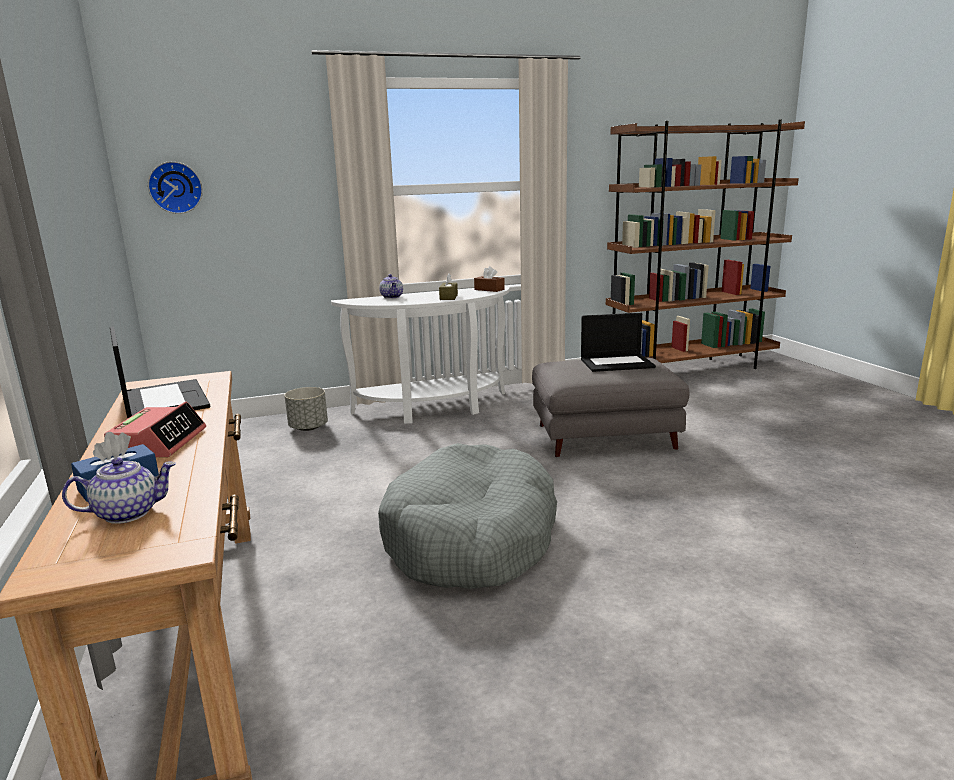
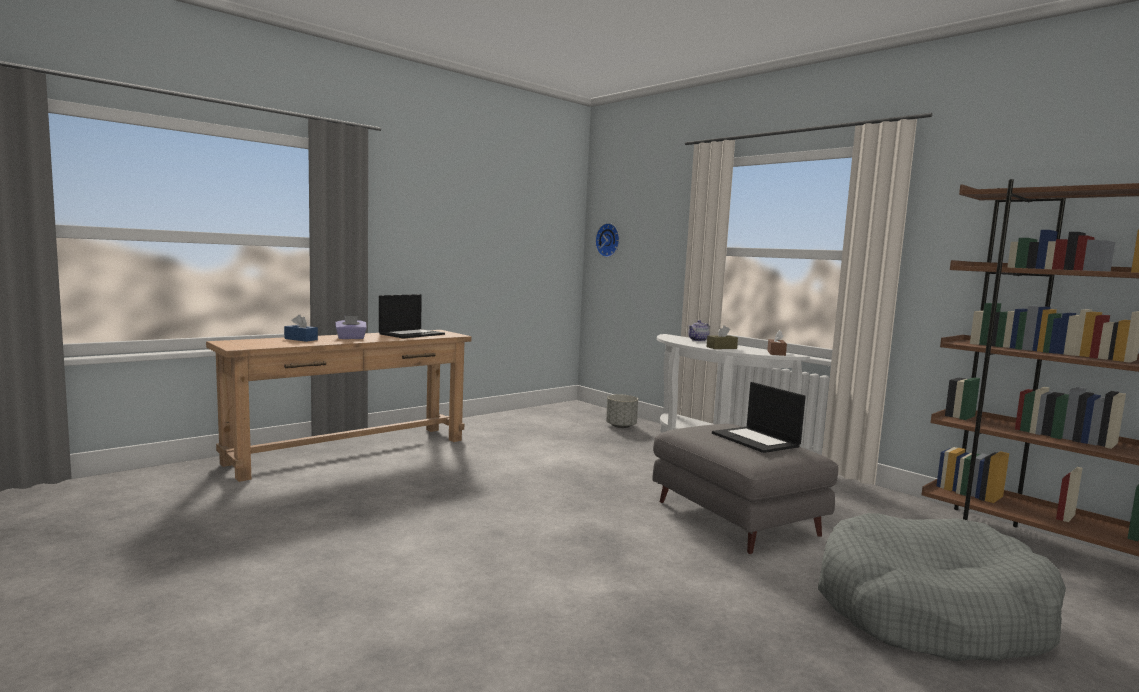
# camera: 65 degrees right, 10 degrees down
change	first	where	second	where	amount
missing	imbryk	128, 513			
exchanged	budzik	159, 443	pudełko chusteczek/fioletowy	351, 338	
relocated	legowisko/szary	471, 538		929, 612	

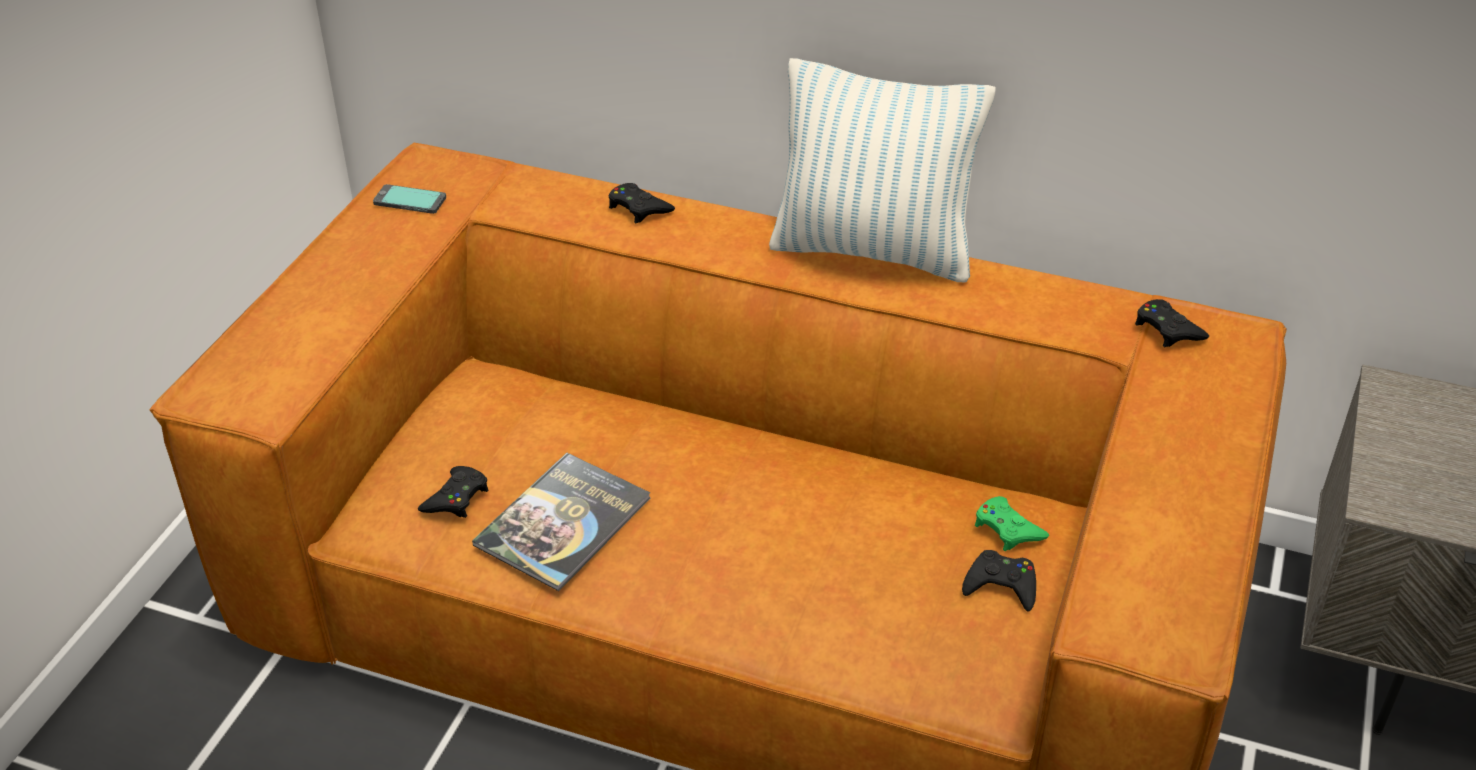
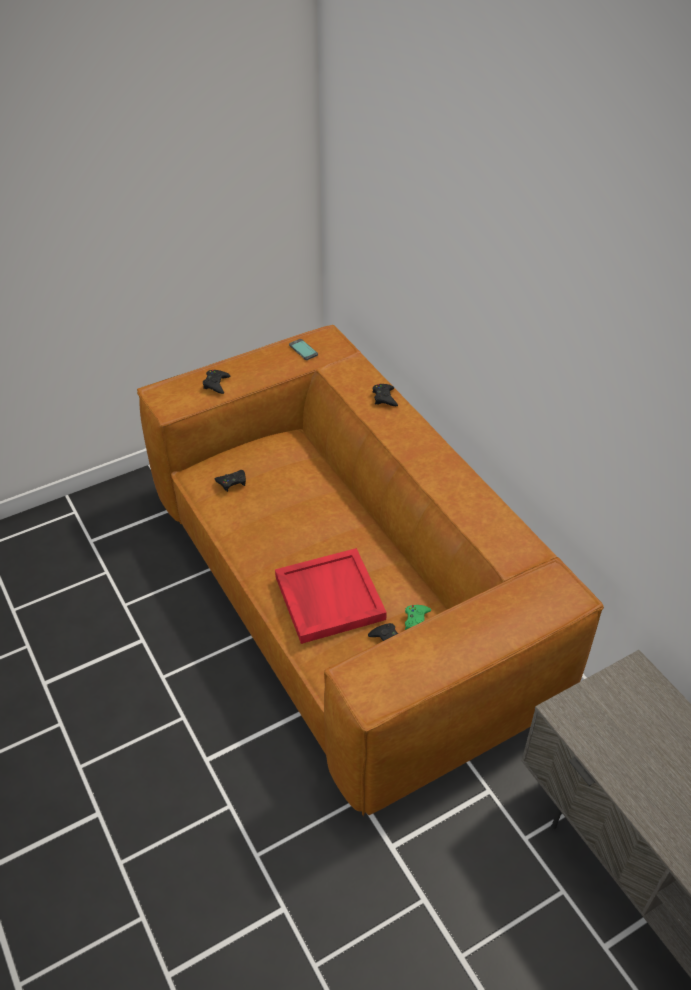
# camera: 40 degrees right, 5 degrees up
change	first	where	second	where	amount
missing	książka	563, 522			
missing	poduszka	873, 250			
relocated	pad do gier/czarny	1167, 329		216, 384	
appeared			taca/czerwony	328, 597	

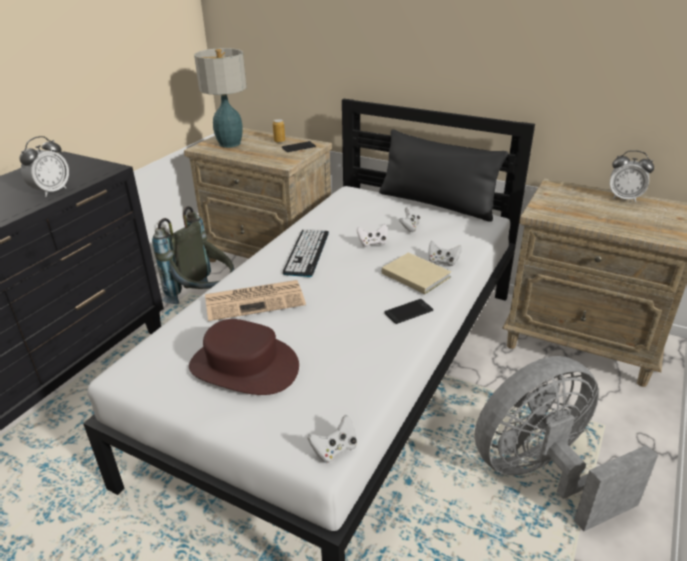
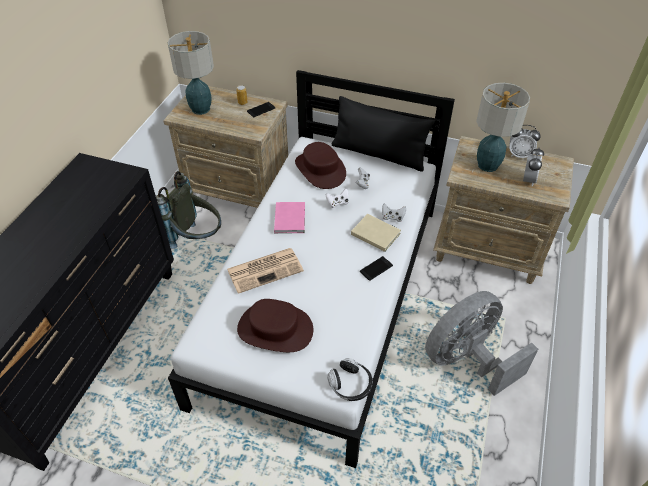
# camera: 10 degrees left, 15 degrees up
change	first	where	second	where	amount
relocated	budzik	51, 191		528, 180	
exchanged	klawiatura	307, 253	książka/różowy	290, 218	
exchanged	pad do gier/biały	334, 450	słuchawki	350, 385	
appeared			kapelusz/brązowy	320, 169	
appeared			lampa stołowa	488, 165	

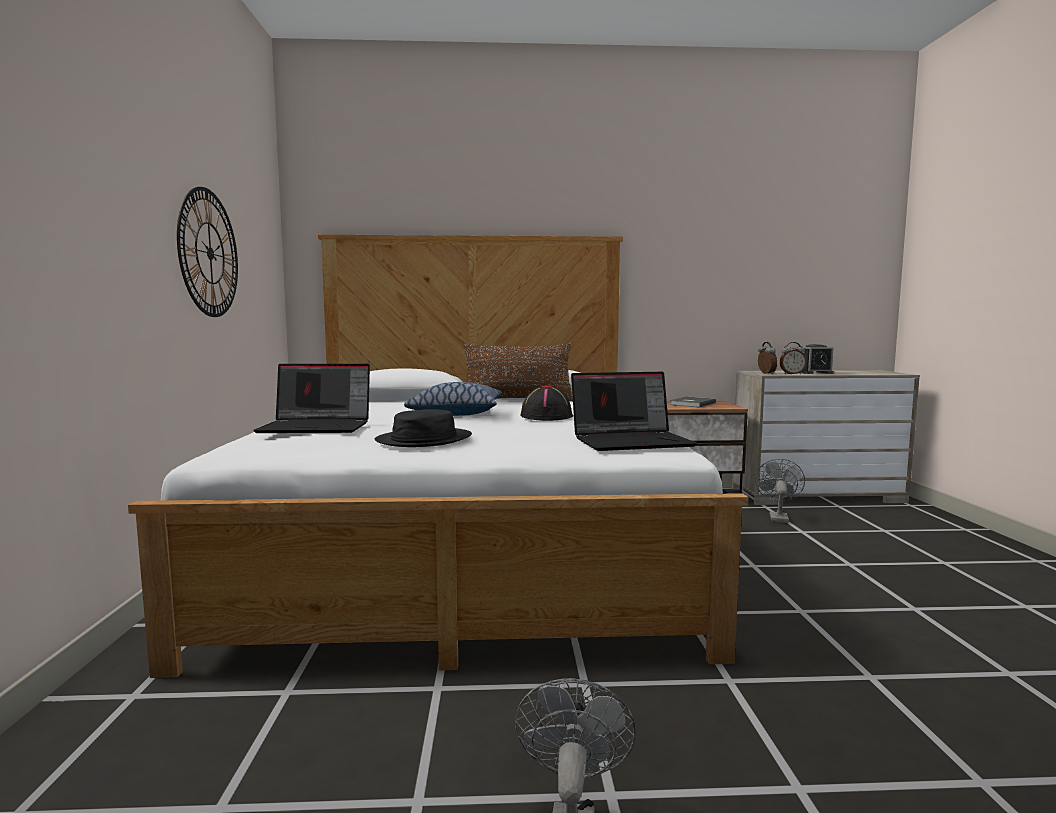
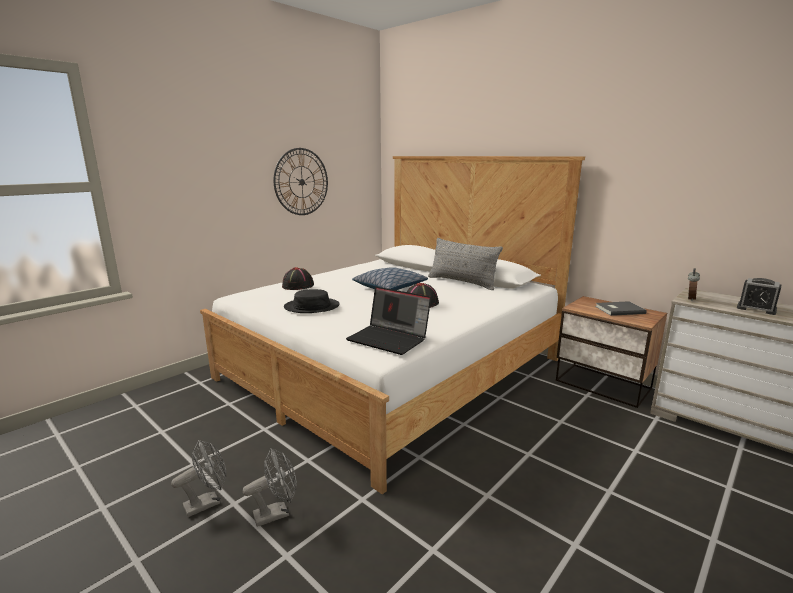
# camera: 45 degrees right, 10 degrees up
change	first	where	second	where	amount
exchanged	laptop	318, 427	kapelusz/czarny	298, 286	
colour	poduszka/brązowy	518, 401	poduszka/szary	462, 282	
relocated	wentylator/szary	777, 517		277, 513	
missing	budzik	791, 374			

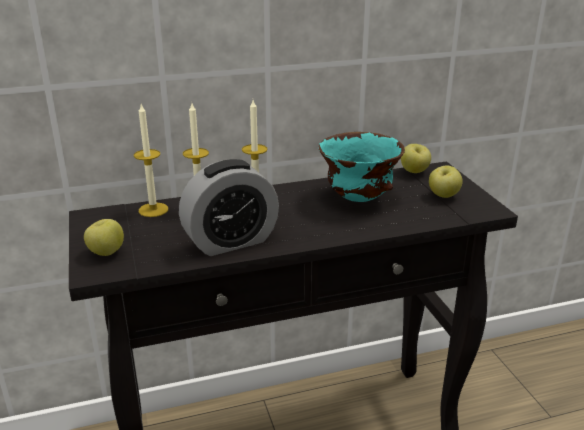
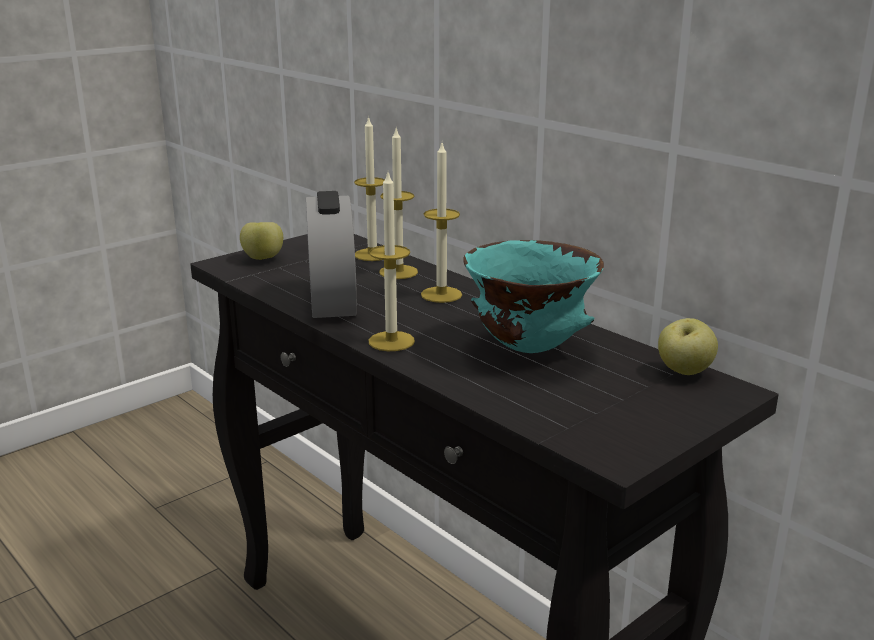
# camera: 65 degrees right, 5 degrees down
change	first	where	second	where	amount
spun	budzik	231, 241		333, 302	45 degrees clockwise
missing	jabłko	443, 196			
appeared			świeca	391, 341	

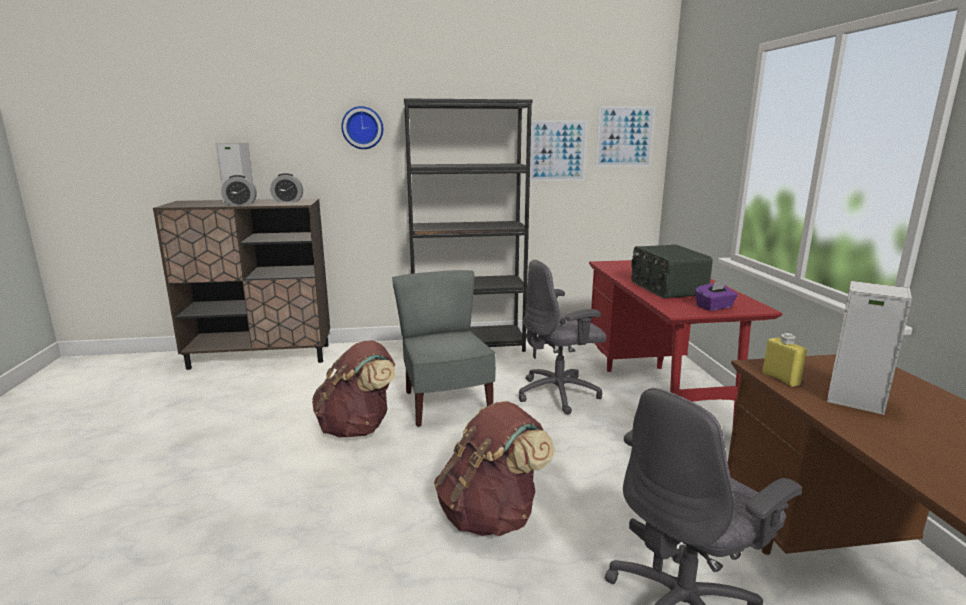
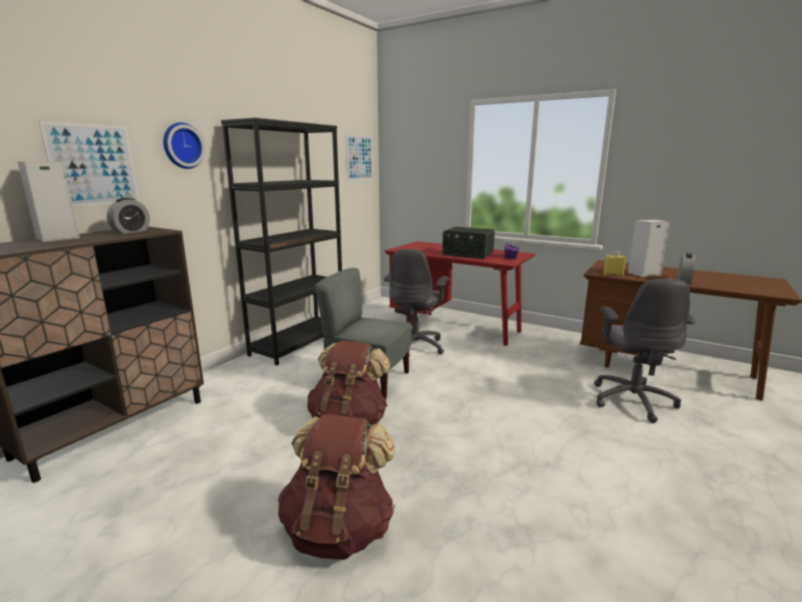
# camera: 50 degrees left, 0 degrees up
change	first	where	second	where	amount
relocated	budzik	240, 204		683, 281	
relocated	plecak/brązowy	491, 515		339, 529	
relocated	obraz	557, 151		93, 165	

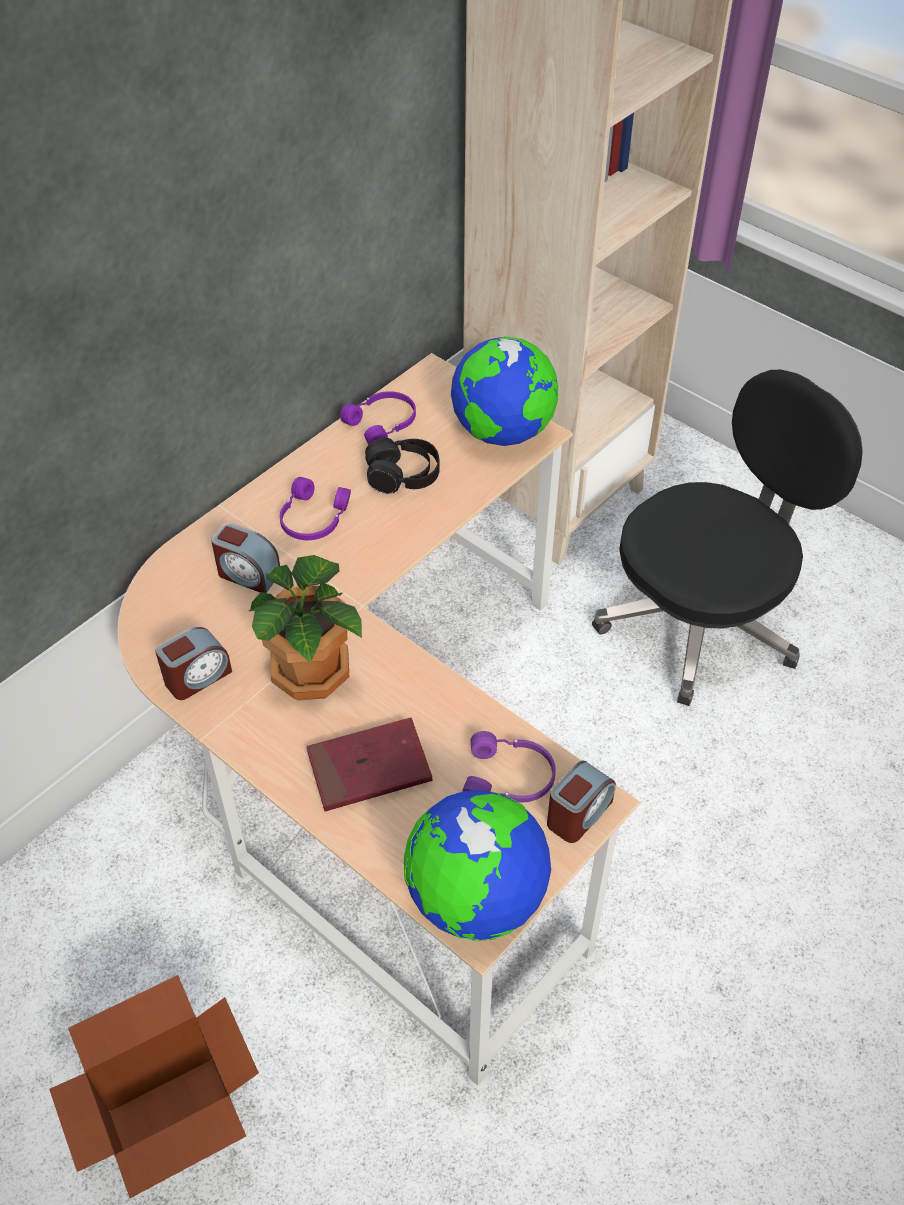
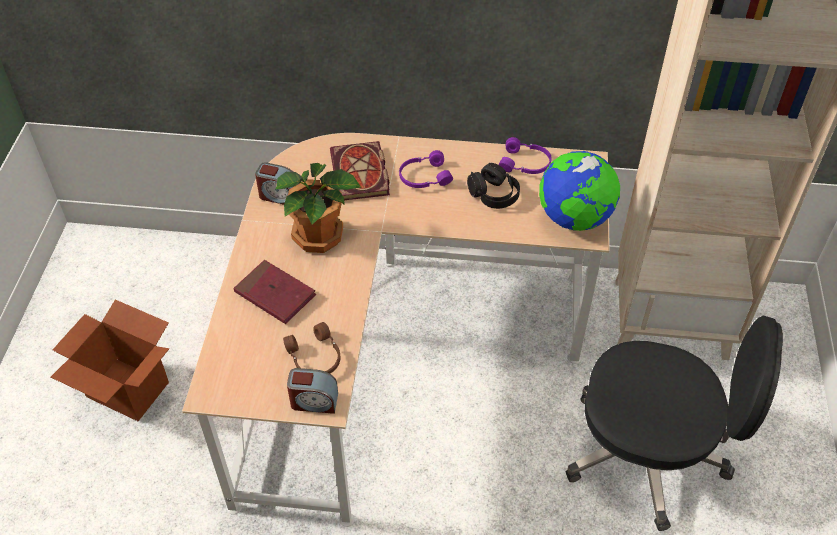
# camera: 55 degrees right, 0 degrees up
change	first	where	second	where	amount
exchanged	budzik	248, 574	książka	361, 175	
missing	globus	475, 899			
colour	słuchawki/fioletowy	510, 778	słuchawki/brązowy	314, 358	

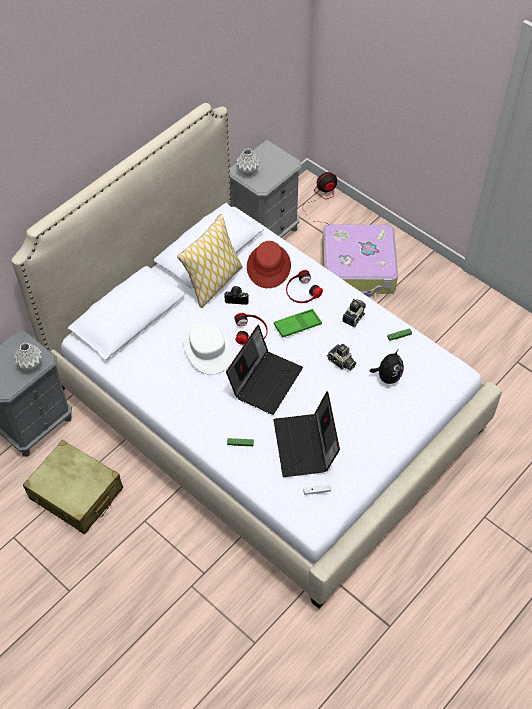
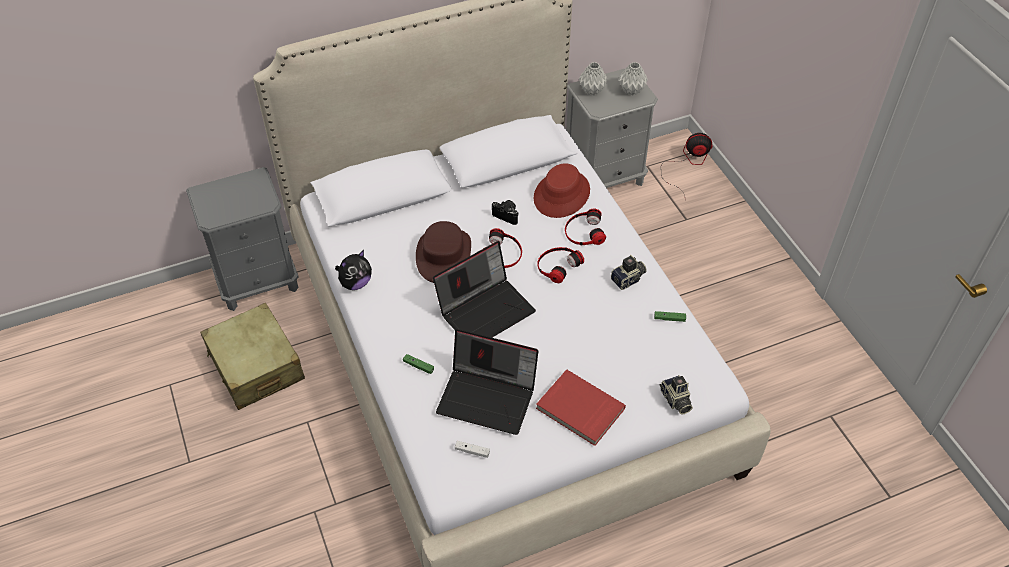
# camera: 25 degrees right, 5 degrees down
change	first	where	second	where	amount
relocated	wazon/szary	30, 364		631, 90	
missing	poduszka	213, 283			
colour	kapelusz/biały	207, 349	kapelusz/brązowy	443, 255	
exchanged	taca/zielony	297, 325	słuchawki	557, 265	
spun	laptop	306, 446		488, 397	90 degrees counterclockwise
missing	walizka	358, 268			
relocated	aparat fotograficzny	341, 362		675, 401	
relocated	pluszak	387, 377		355, 283	
appeared			książka/czerwony	579, 410	

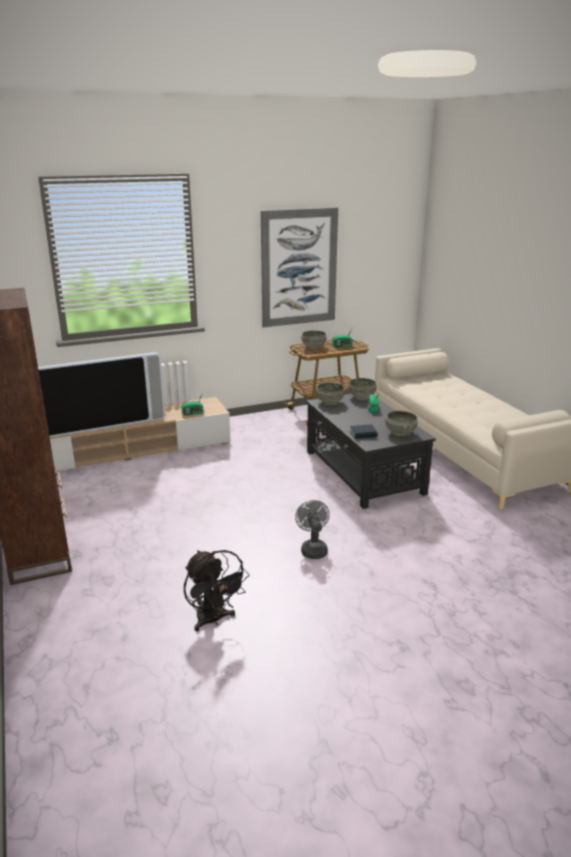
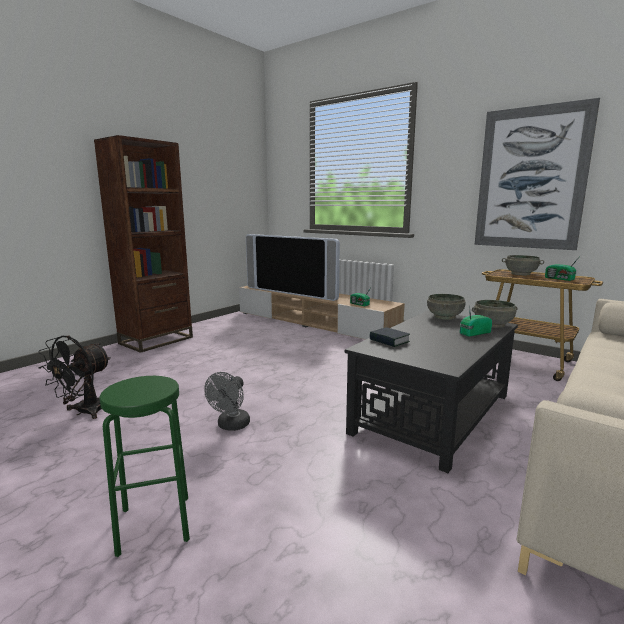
# camera: 60 degrees right, 10 degrees down
change	first	where	second	where	amount
spun	wentylator/szary	313, 549		231, 426	150 degrees clockwise
missing	miska/szary	400, 432			
appeared			stołek/zielony	154, 524	

